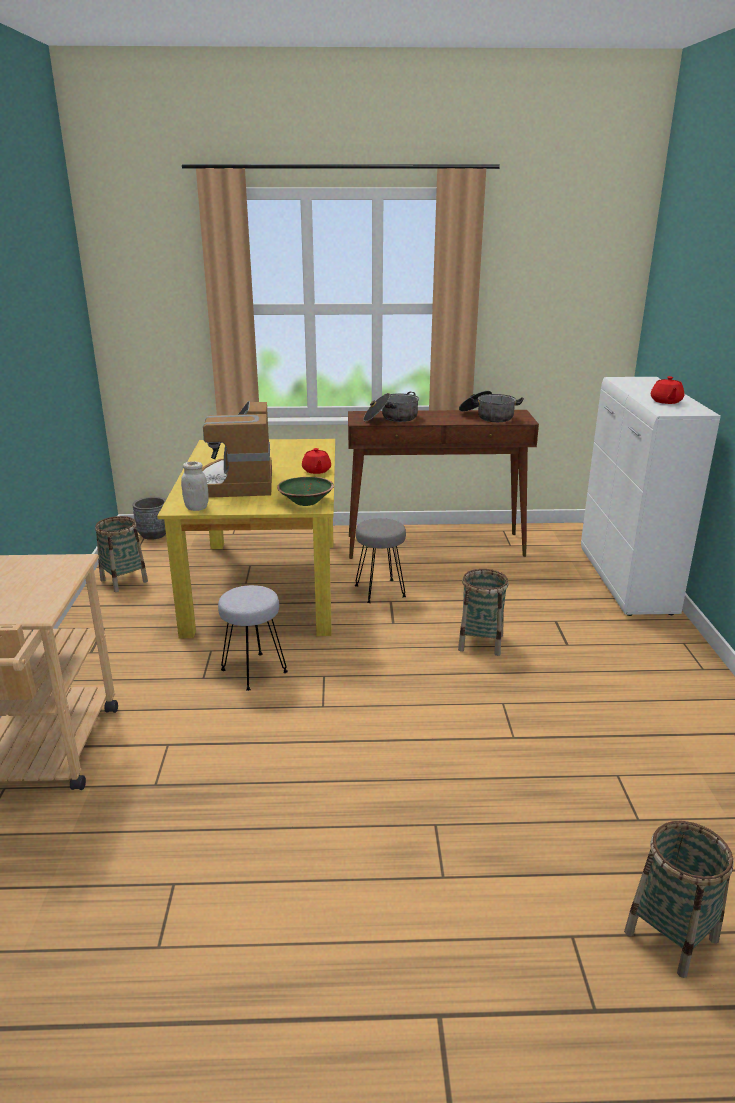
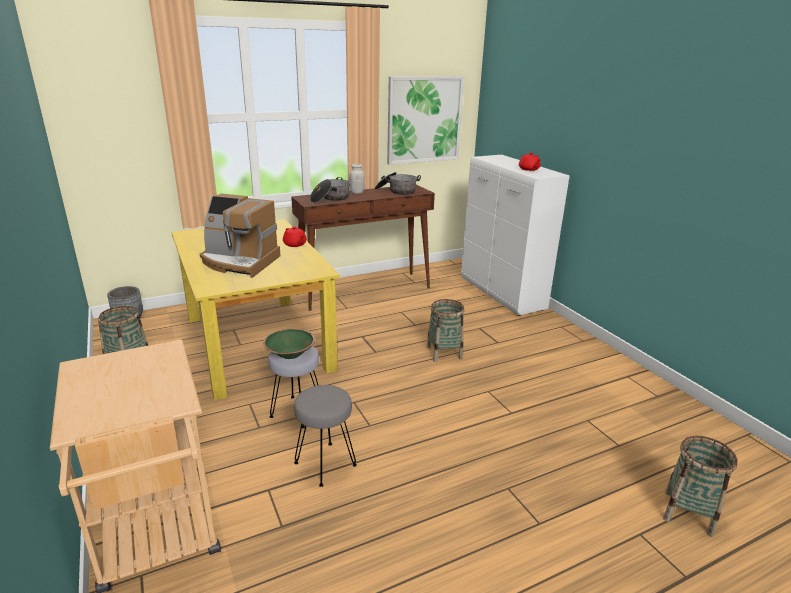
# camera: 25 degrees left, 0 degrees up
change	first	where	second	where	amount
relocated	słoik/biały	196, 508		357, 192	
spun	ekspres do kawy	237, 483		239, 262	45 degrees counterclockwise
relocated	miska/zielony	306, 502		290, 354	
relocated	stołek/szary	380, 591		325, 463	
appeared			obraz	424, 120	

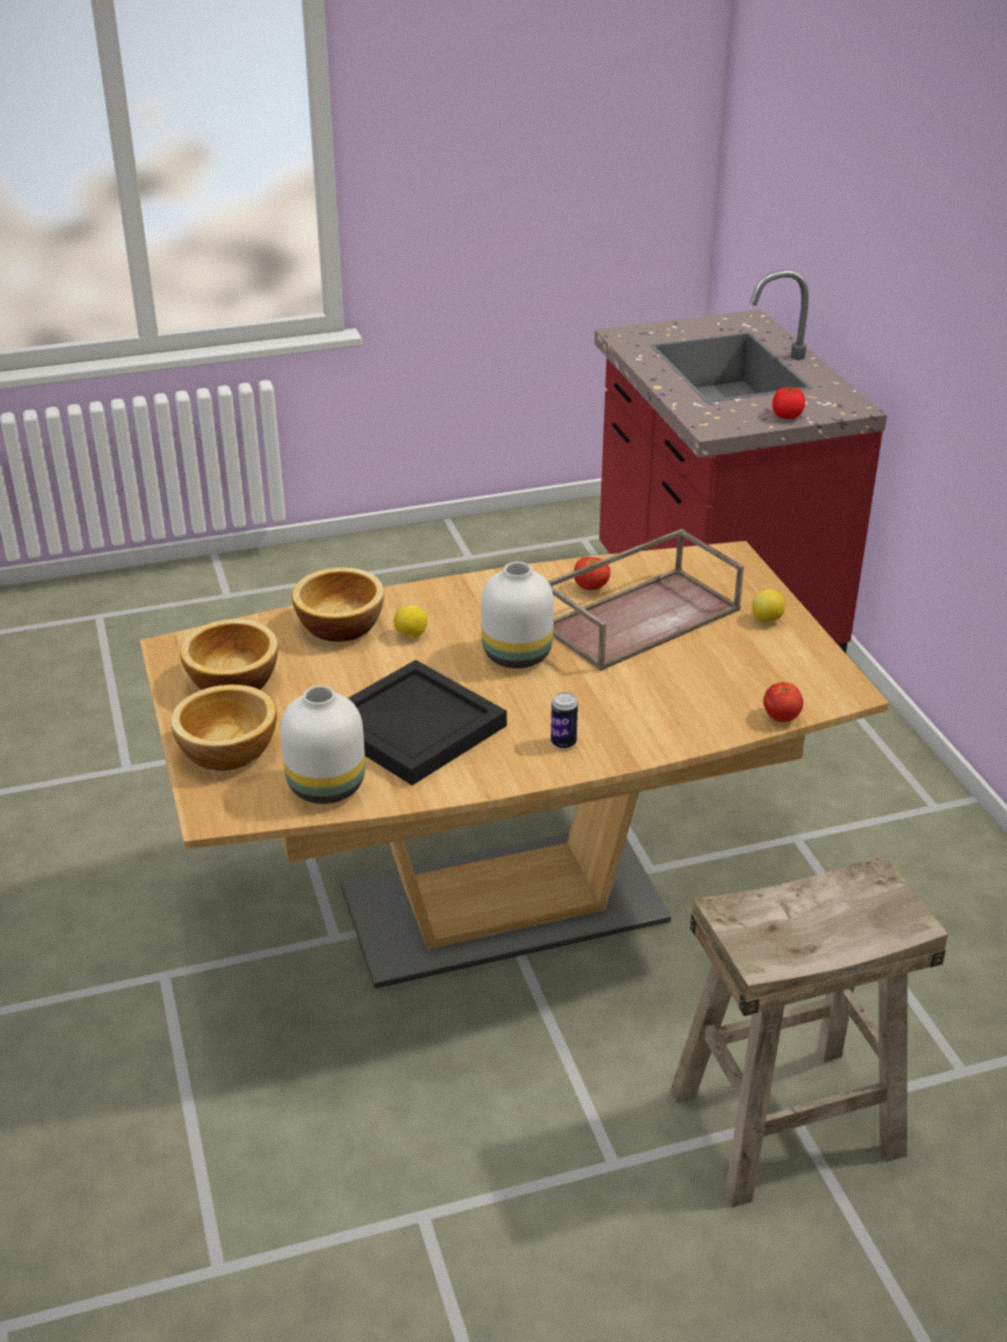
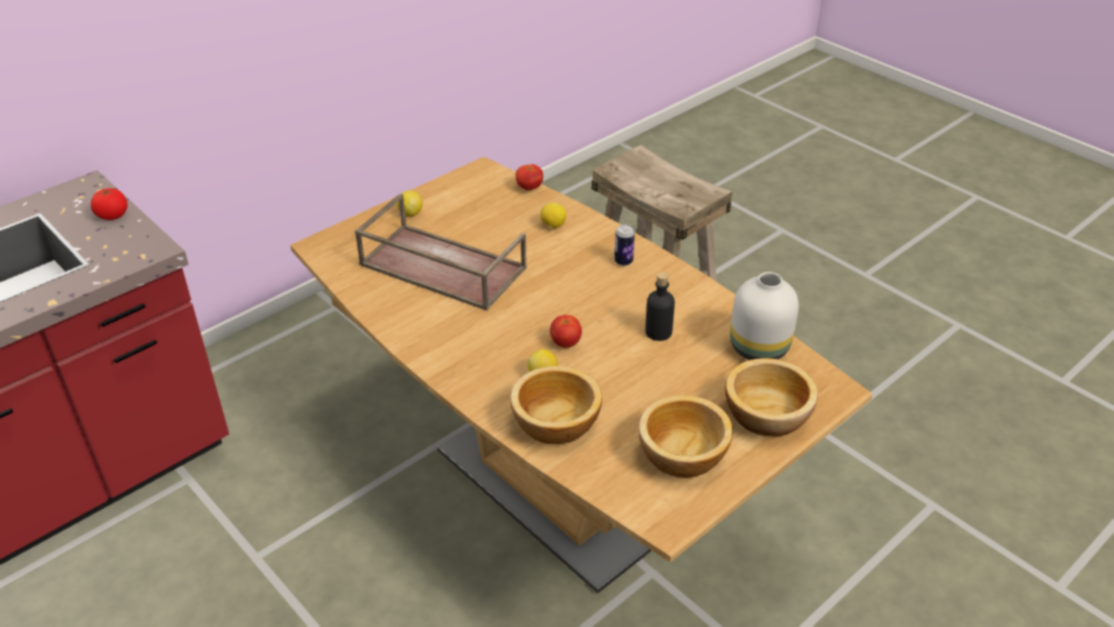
# camera: 115 degrees left, 5 degrees up
change	first	where	second	where	amount
exchanged	taca/czarny	414, 725	butelka/czarny	658, 332	
missing	wazon/biały	517, 654			
relocated	pomidor	591, 588		565, 343	
appeared			cytryna	552, 226	

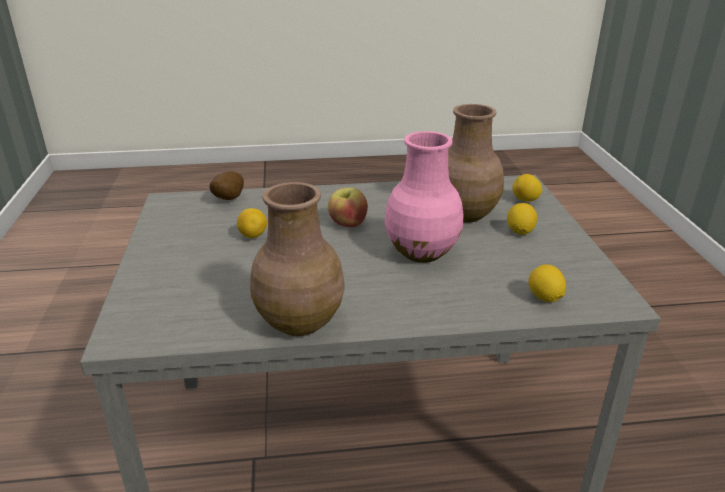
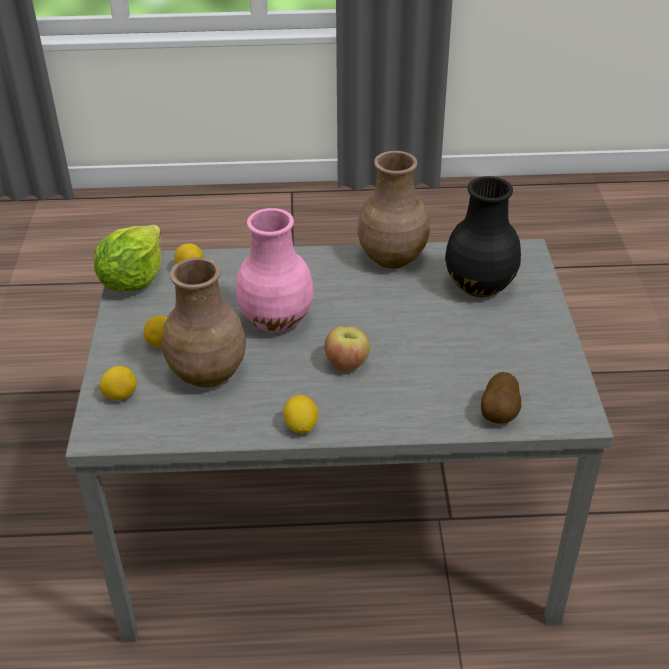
# camera: 175 degrees left, 10 degrees up
change	first	where	second	where	amount
relocated	cytryna	253, 236		301, 426	
appeared			sałata	133, 280	
appeared			wazon/czarny	478, 285	

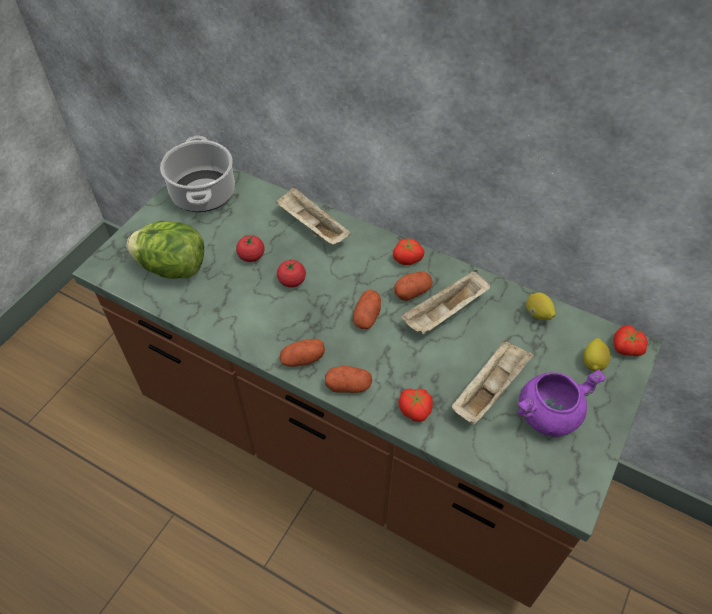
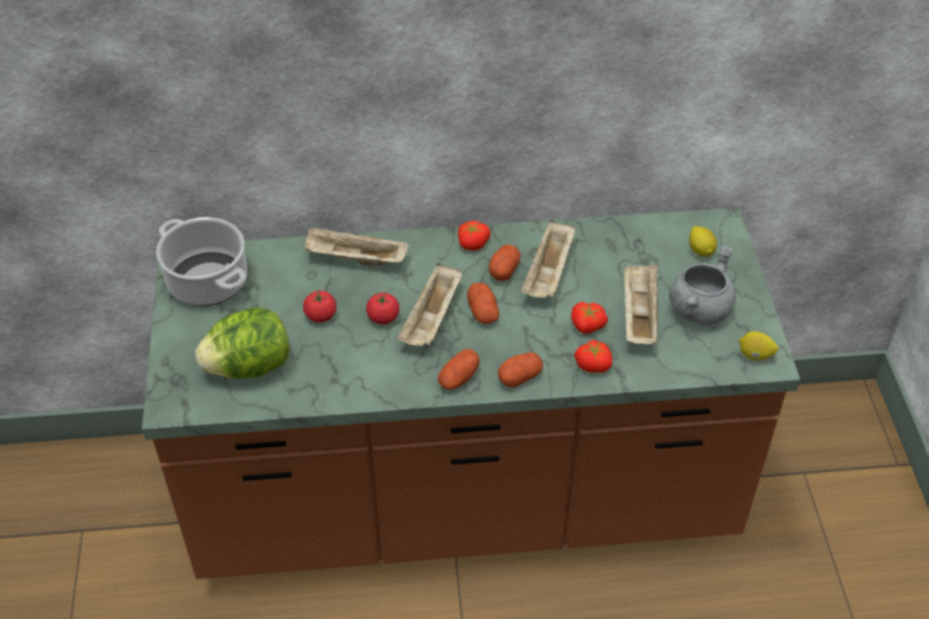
# camera: 35 degrees left, 5 degrees down
change	first	where	second	where	amount
colour	garnek/fioletowy	548, 413	garnek/szary	699, 308	
relocated	cytryna	537, 314		755, 355	
relocated	pomidor	625, 348		587, 326	
appeared			taca/beżowy	432, 319	

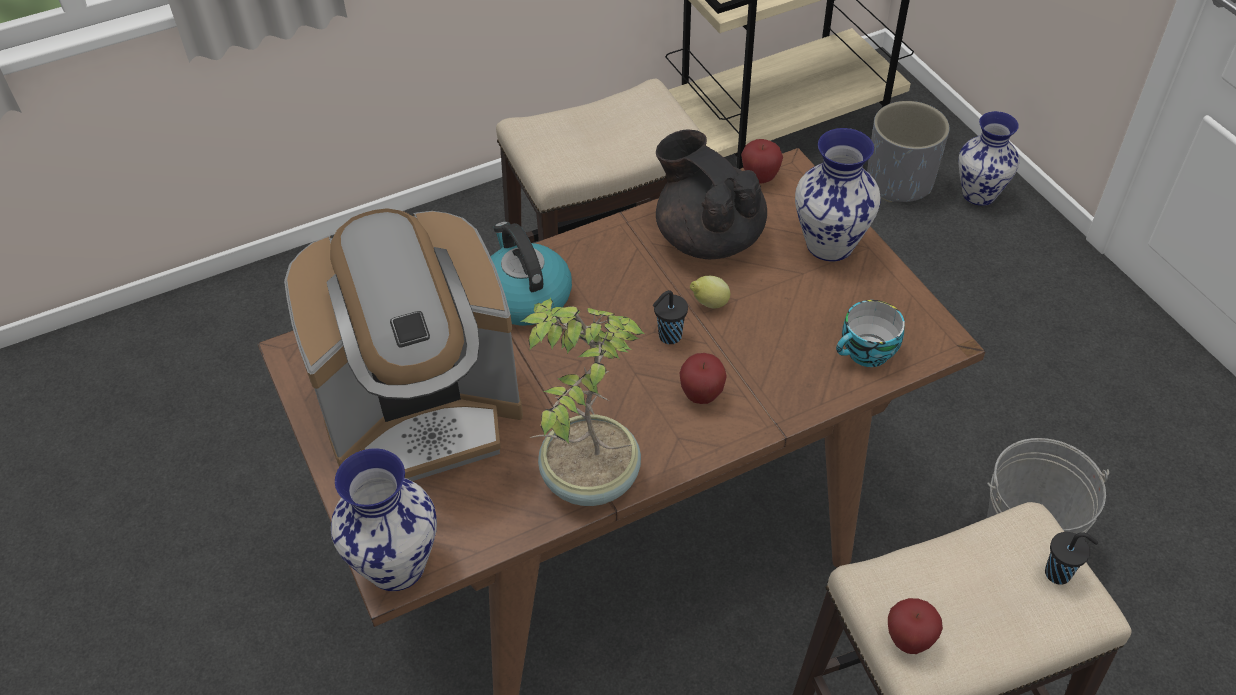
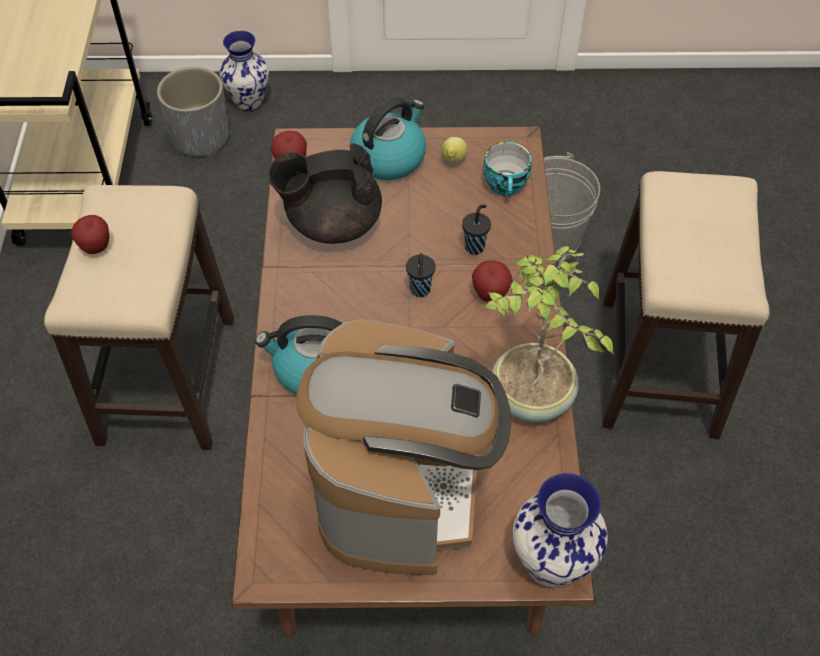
# camera: 65 degrees left, 5 degrees up
change	first	where	second	where	amount
relocated	cytryna	709, 304		453, 161	
exchanged	wazon	829, 244	czajnik	389, 157	
relocated	jabłko	908, 640		96, 248	
relocated	filiżanka/czarny	1059, 573		475, 246	

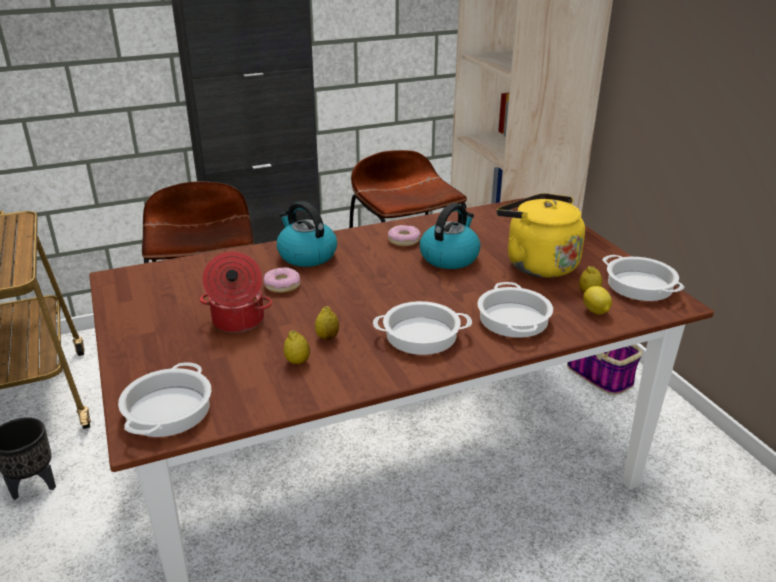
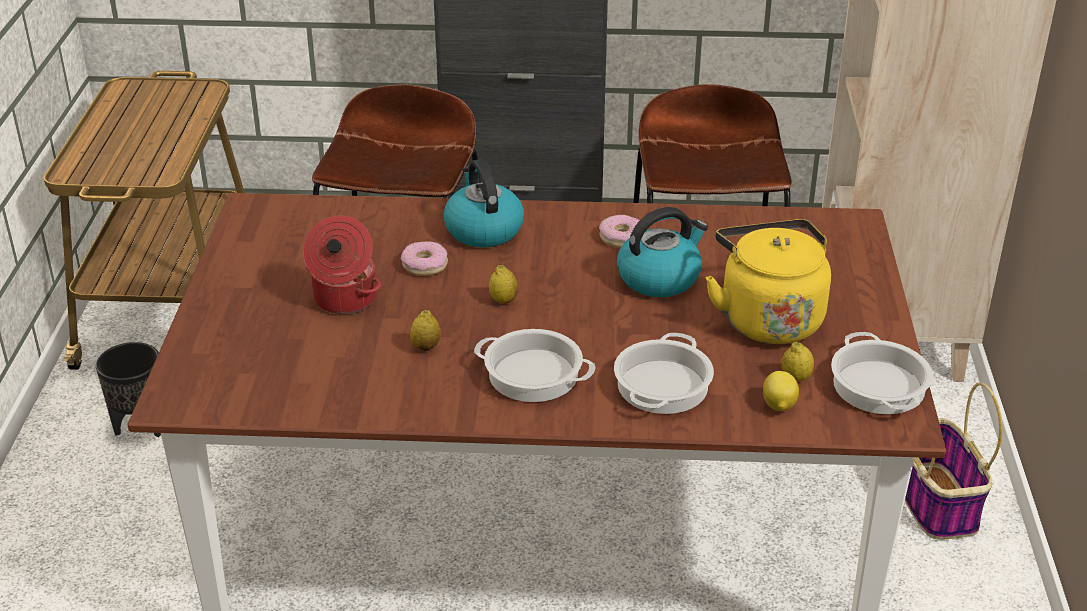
# camera: 25 degrees right, 5 degrees up
change	first	where	second	where	amount
missing	garnek	167, 409			
relocated	cytryna	297, 361		503, 300	

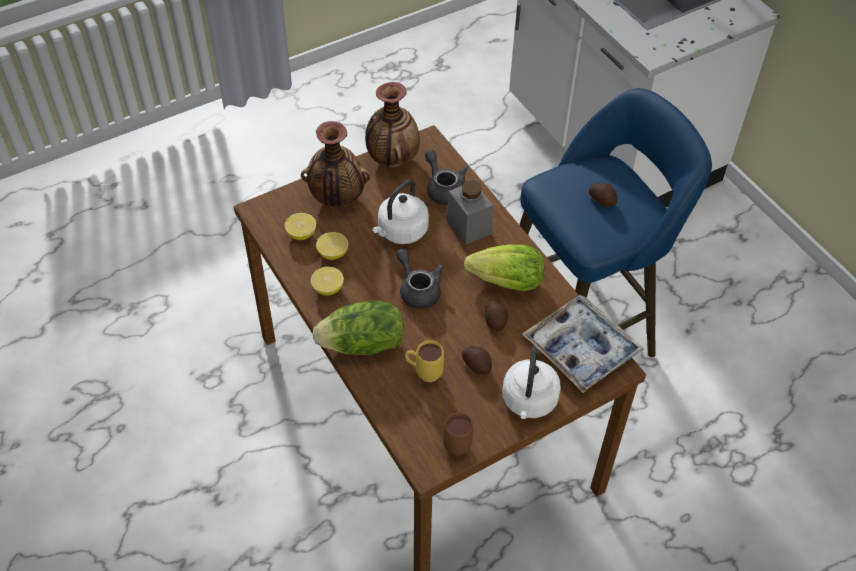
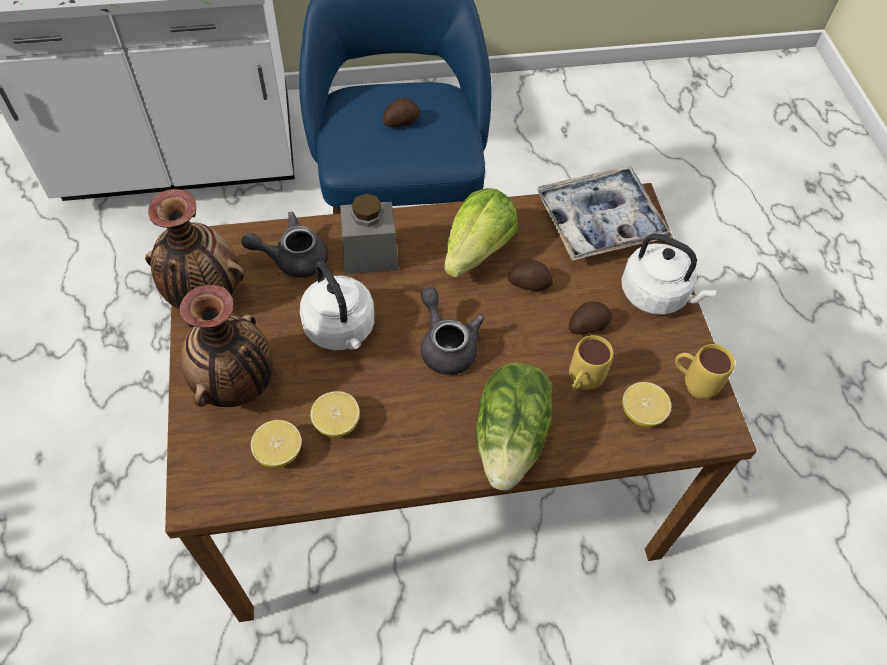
# camera: 70 degrees left, 5 degrees up
change	first	where	second	where	amount
relocated	cytryna	328, 289		642, 413	
spun	imbryk/szary	417, 289		446, 345	75 degrees clockwise
colour	kubek/brązowy	457, 441	kubek/żółty	692, 384	

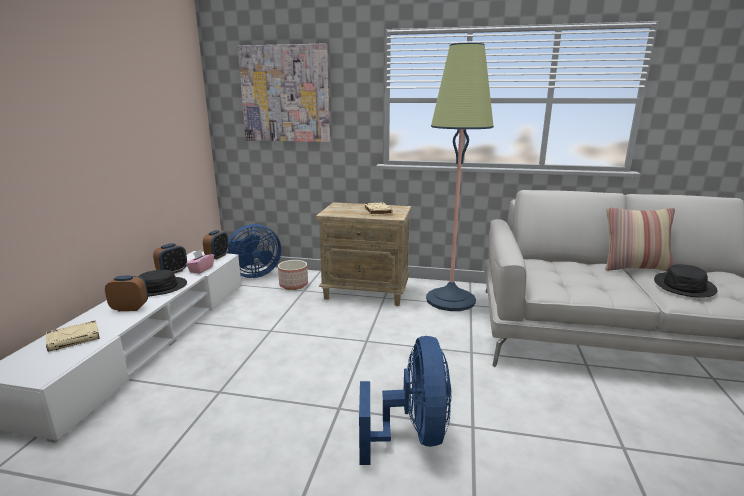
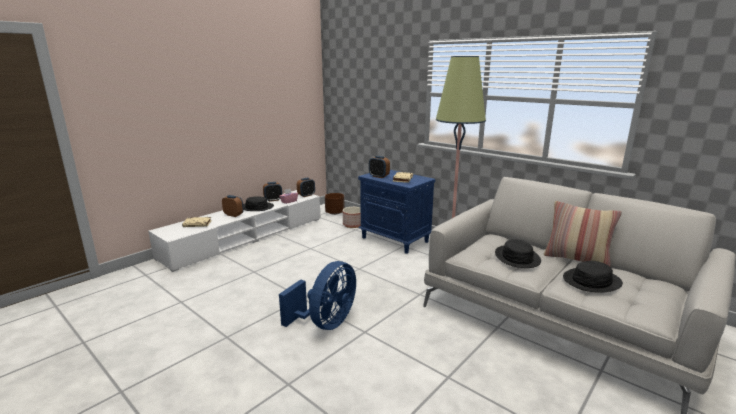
# camera: 30 degrees right, 0 degrees up
change	first	where	second	where	amount
exchanged	wentylator/niebieski	252, 274	donica/brązowy	335, 213	
missing	obraz	285, 94			
colour	szafka nocna/beżowy	367, 292	szafka nocna/niebieski	395, 240	
appeared			budzik	379, 176	
appeared			kapelusz/czarny	517, 257	

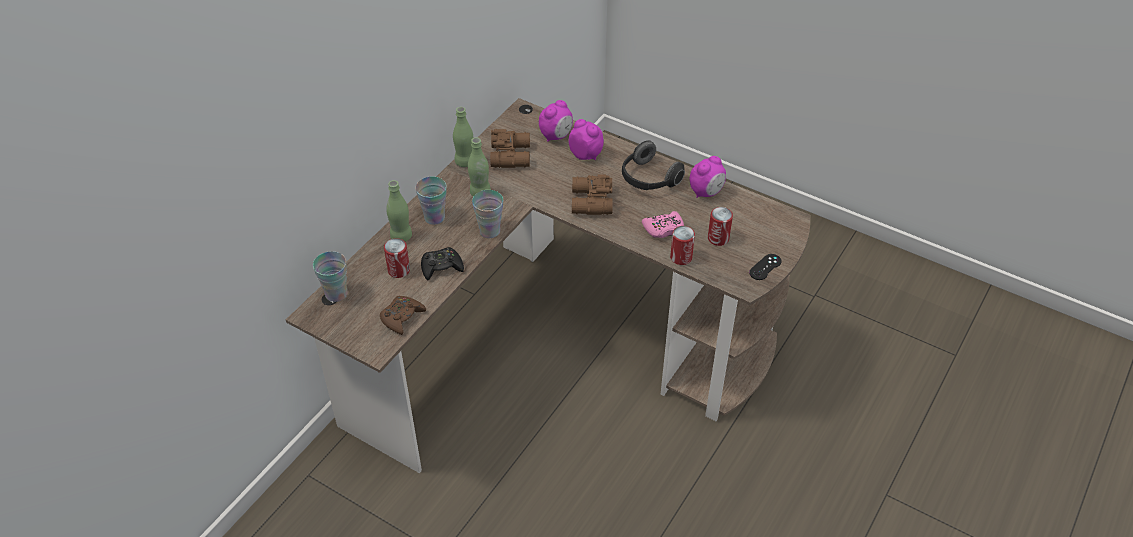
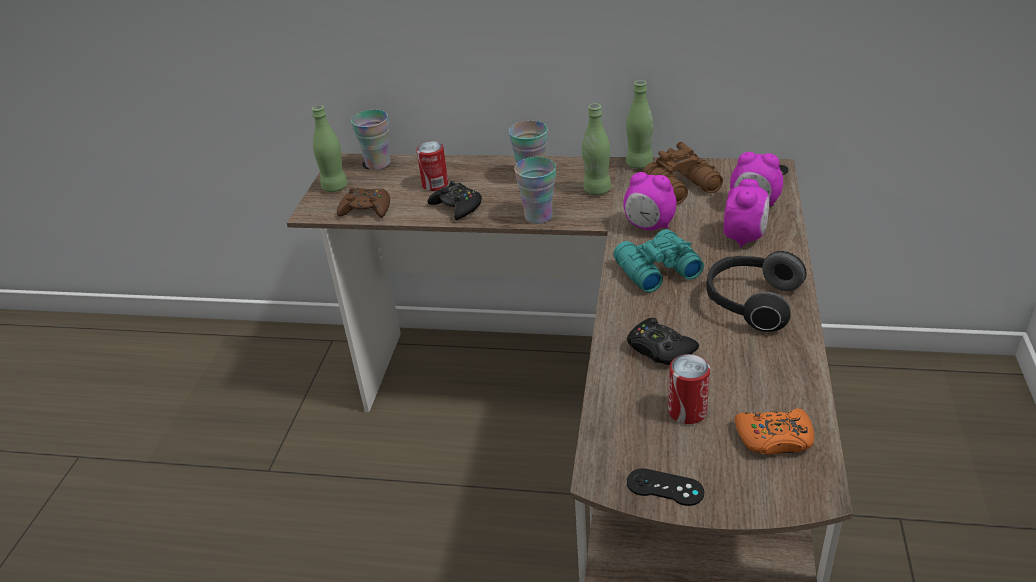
# camera: 70 degrees right, 10 degrees down
change	first	where	second	where	amount
relocated	butelka/zielony	401, 236		335, 187	
colour	lornetka/brązowy	590, 202	lornetka/turkusowy	655, 270	
colour	pad do gier/różowy	663, 229	pad do gier/czarny	659, 349	
missing	puszka	681, 257			
relocated	budzik	706, 192		649, 226	
appeared			pad do gier/pomarańczowy	774, 438	

